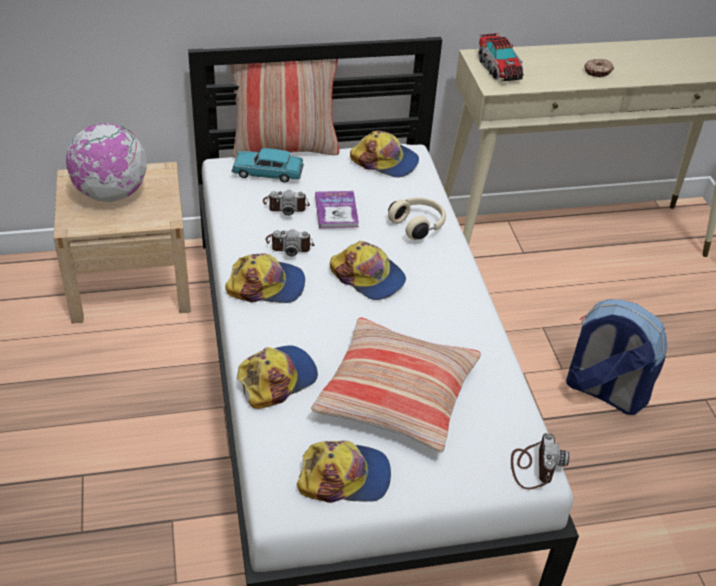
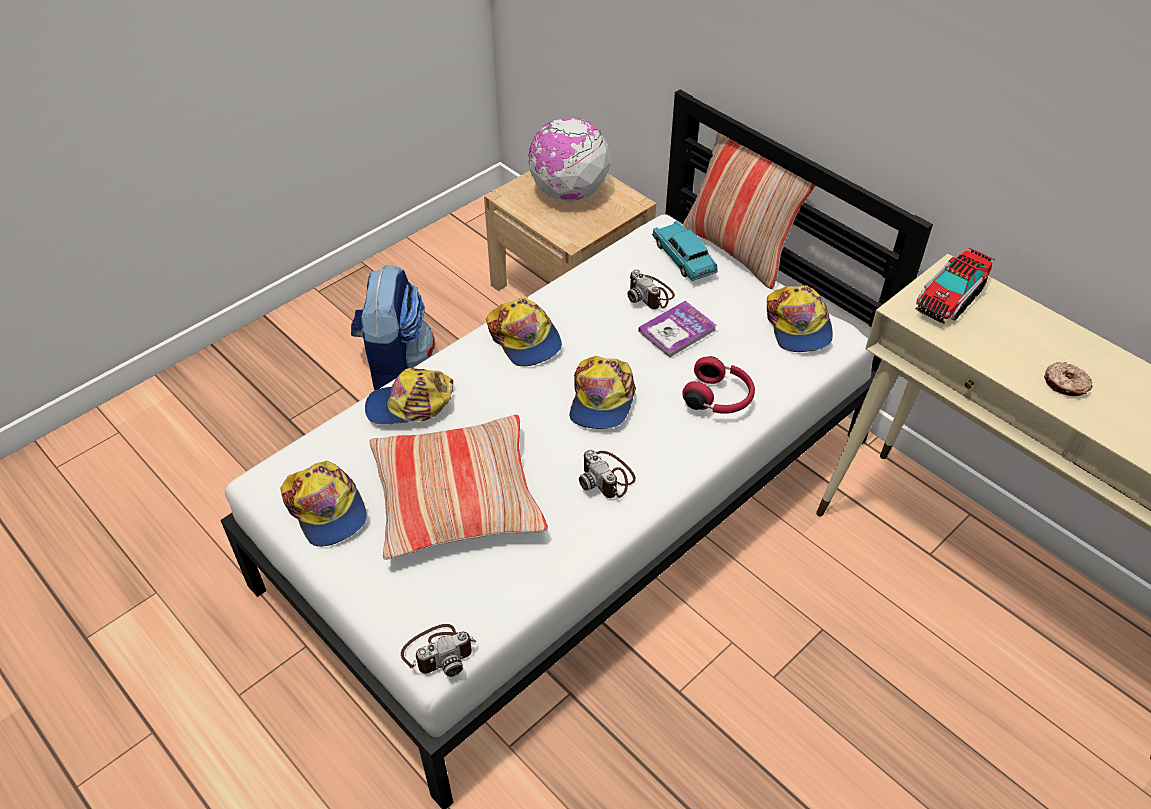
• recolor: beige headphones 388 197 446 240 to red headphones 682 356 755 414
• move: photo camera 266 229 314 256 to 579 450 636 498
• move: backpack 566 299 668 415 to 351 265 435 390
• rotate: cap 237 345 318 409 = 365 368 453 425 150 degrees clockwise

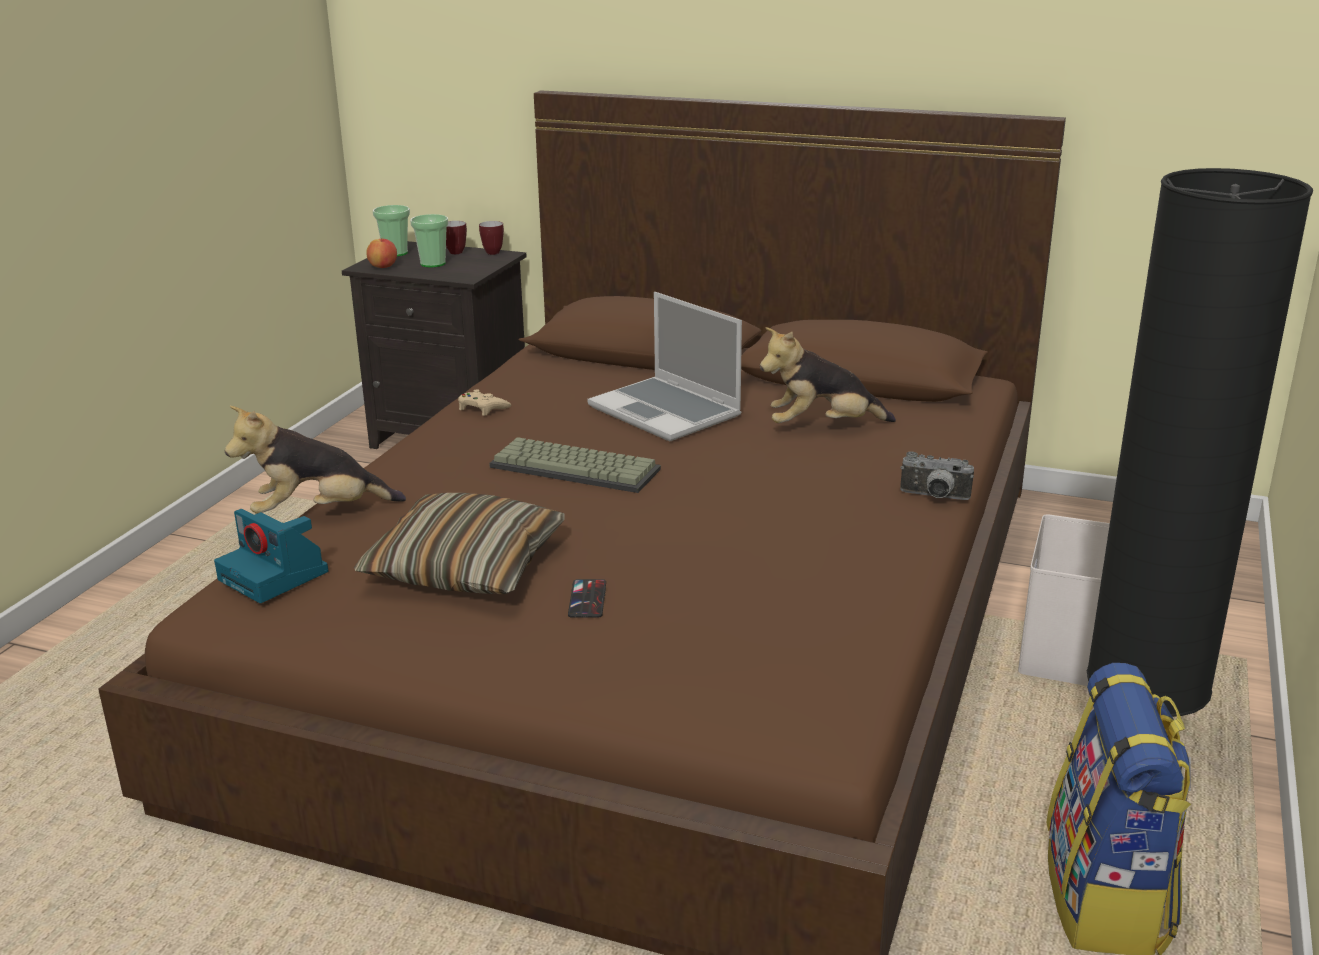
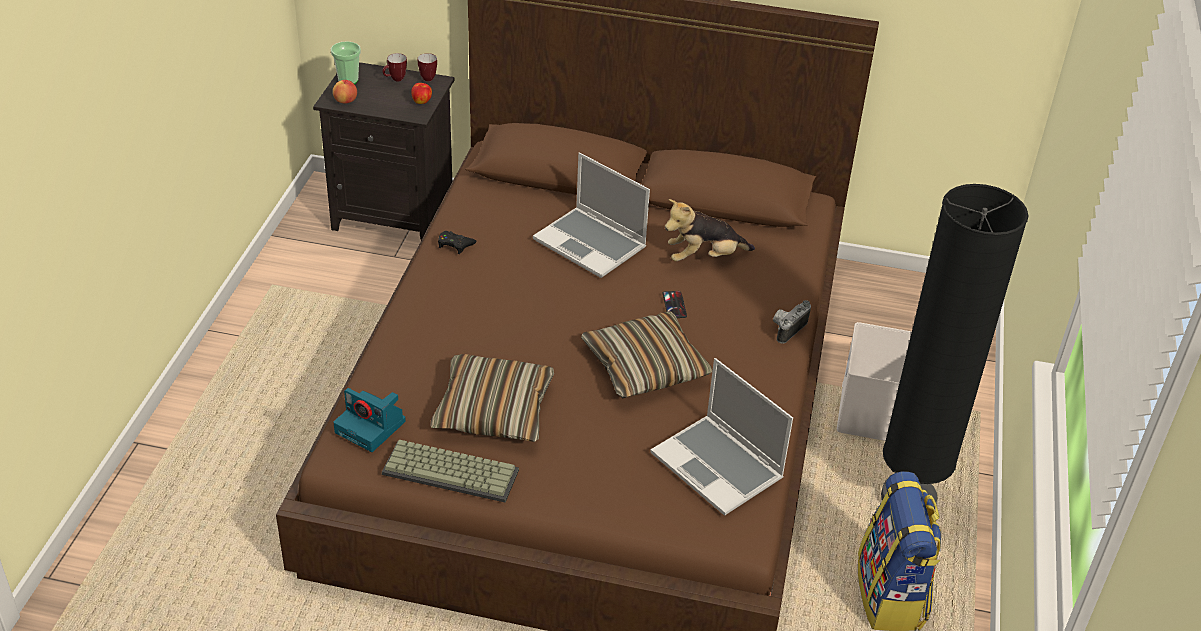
• delete: cup 410 214 448 267
• recolor: beige game controller 458 390 511 416 to black game controller 438 231 477 254
• delete: plush toy 225 406 406 514
• move: keyboard 489 437 661 493 to 382 440 519 503
• rotate: photo camera 900 452 974 500 = 773 300 811 344 120 degrees clockwise
• move: phone 568 579 606 618 to 663 291 687 318
• insert: apple 411 83 432 104
• insert: pillow 581 311 713 398
• insert: laptop 650 358 793 516

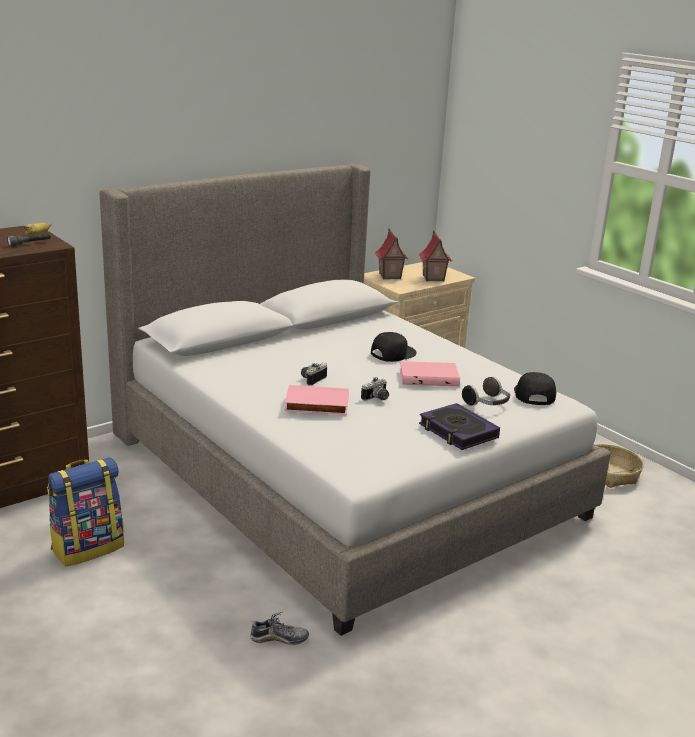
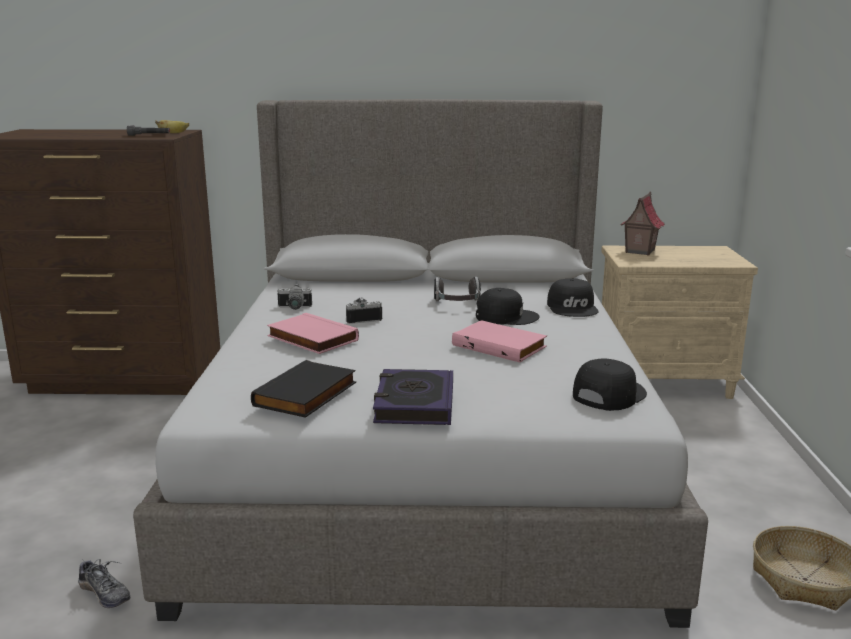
• delete: toy house 419 231 452 282
• move: photo camera 361 377 389 401 to 277 284 312 310
• move: headphones 462 377 510 406 to 434 277 481 301
• delete: backpack 47 457 124 566
• insert: black cap 547 279 599 317
• insert: black book 251 360 356 418

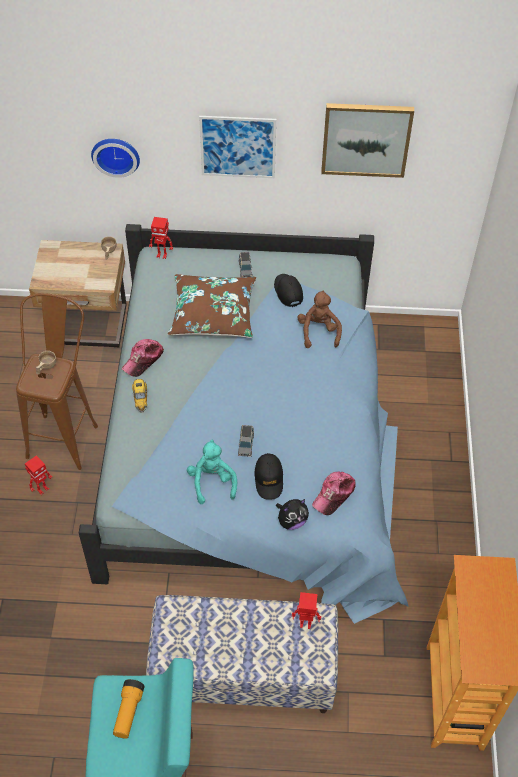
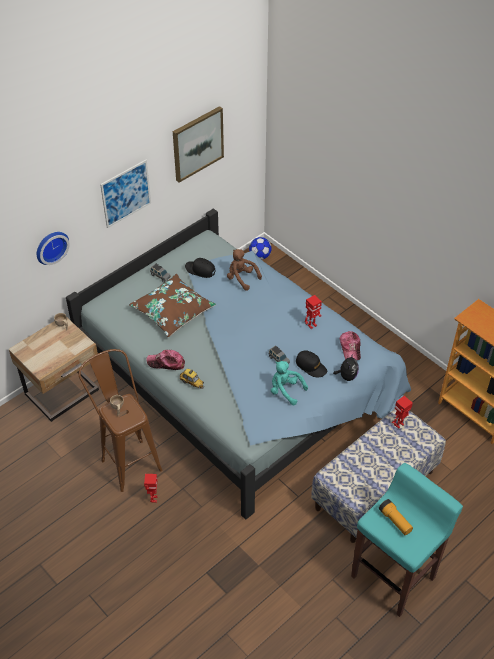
• move: toy robot 149 217 173 259 to 305 295 322 329
• rotate: cap 122 339 164 377 = 146 350 185 370 105 degrees clockwise
• insert: football 249 237 272 260

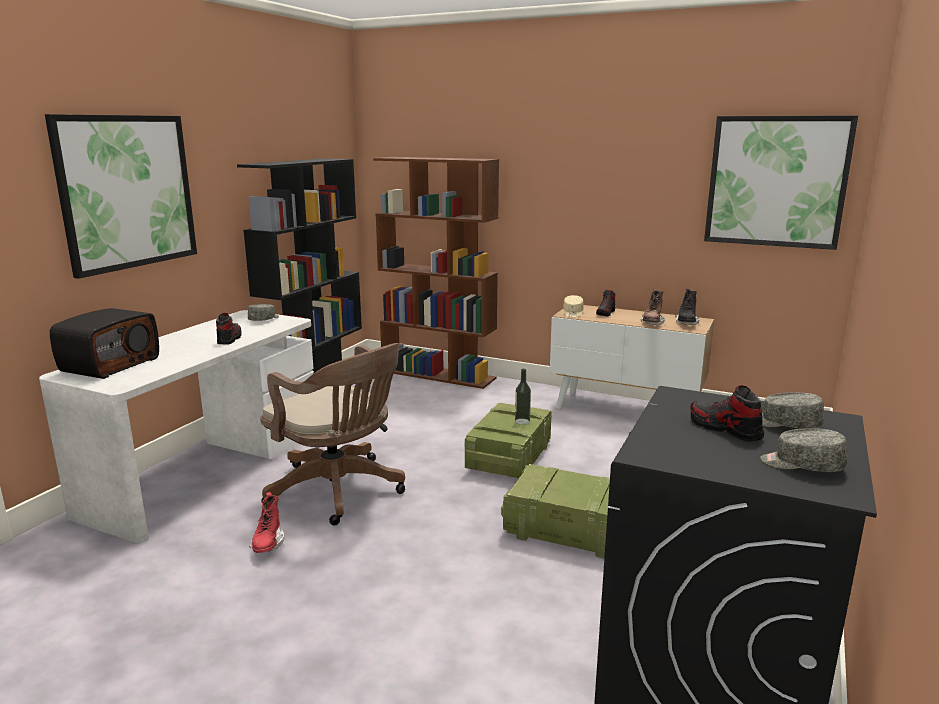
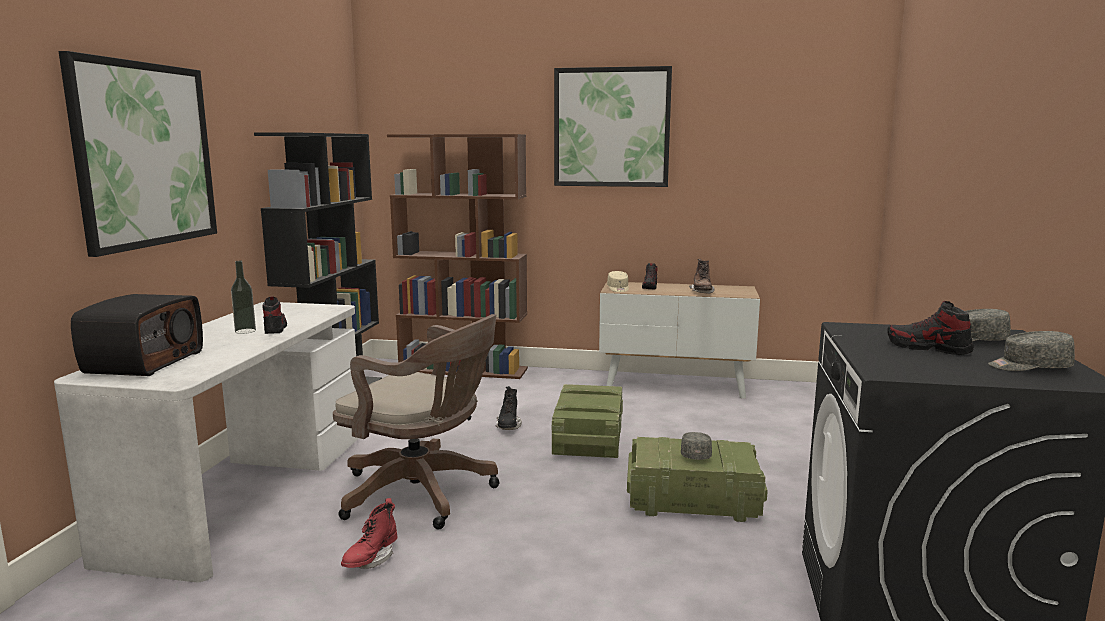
• move: picture 704 115 858 250 to 554 66 672 187
• move: black boot 675 289 700 325 to 495 386 522 430
• move: grey cap 248 304 279 321 to 681 432 712 460
• move: bottle 515 369 531 425 to 231 261 256 334
• rotate: red boot 249 492 284 553 = 341 498 397 569 45 degrees clockwise

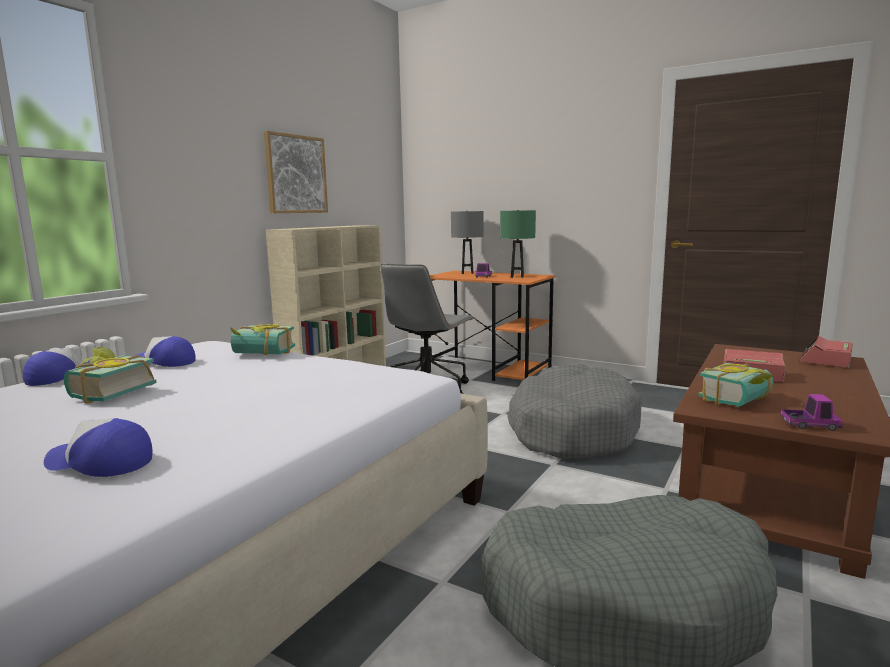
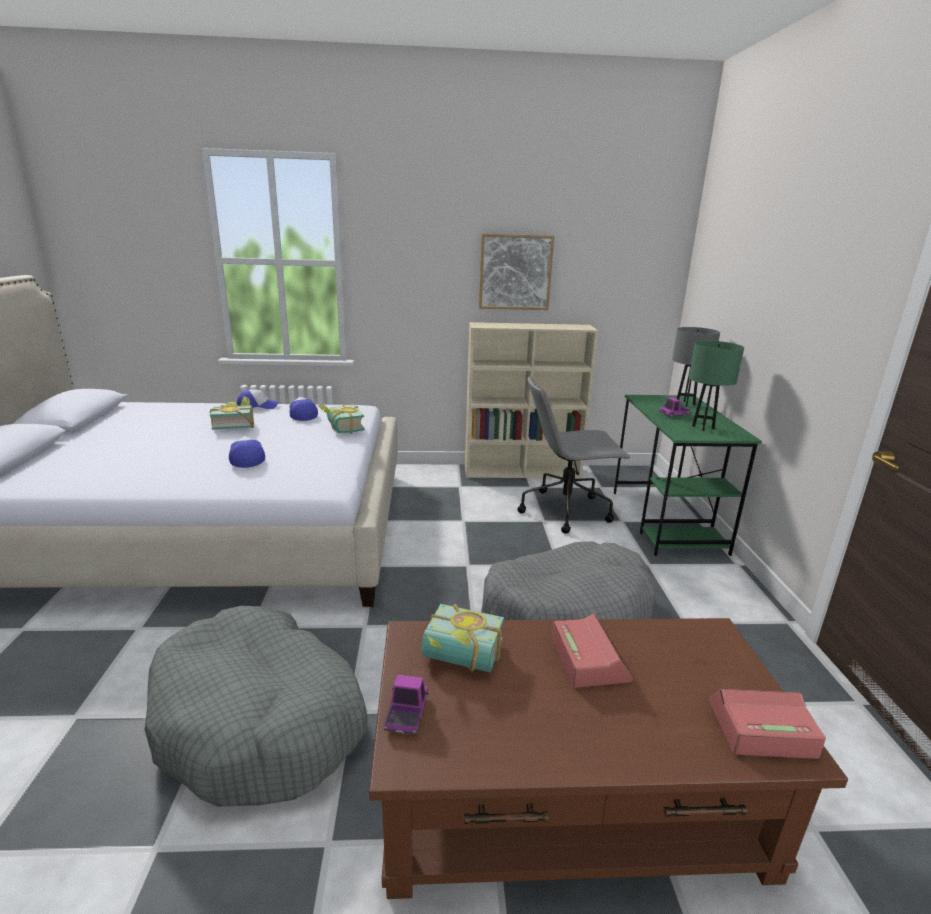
• recolor: orange desk 430 271 556 381 to green desk 614 395 762 556
• rotate: toy truck 781 394 843 431 = 384 674 428 735 150 degrees counterclockwise
• move: cap 44 418 152 477 to 229 436 265 468

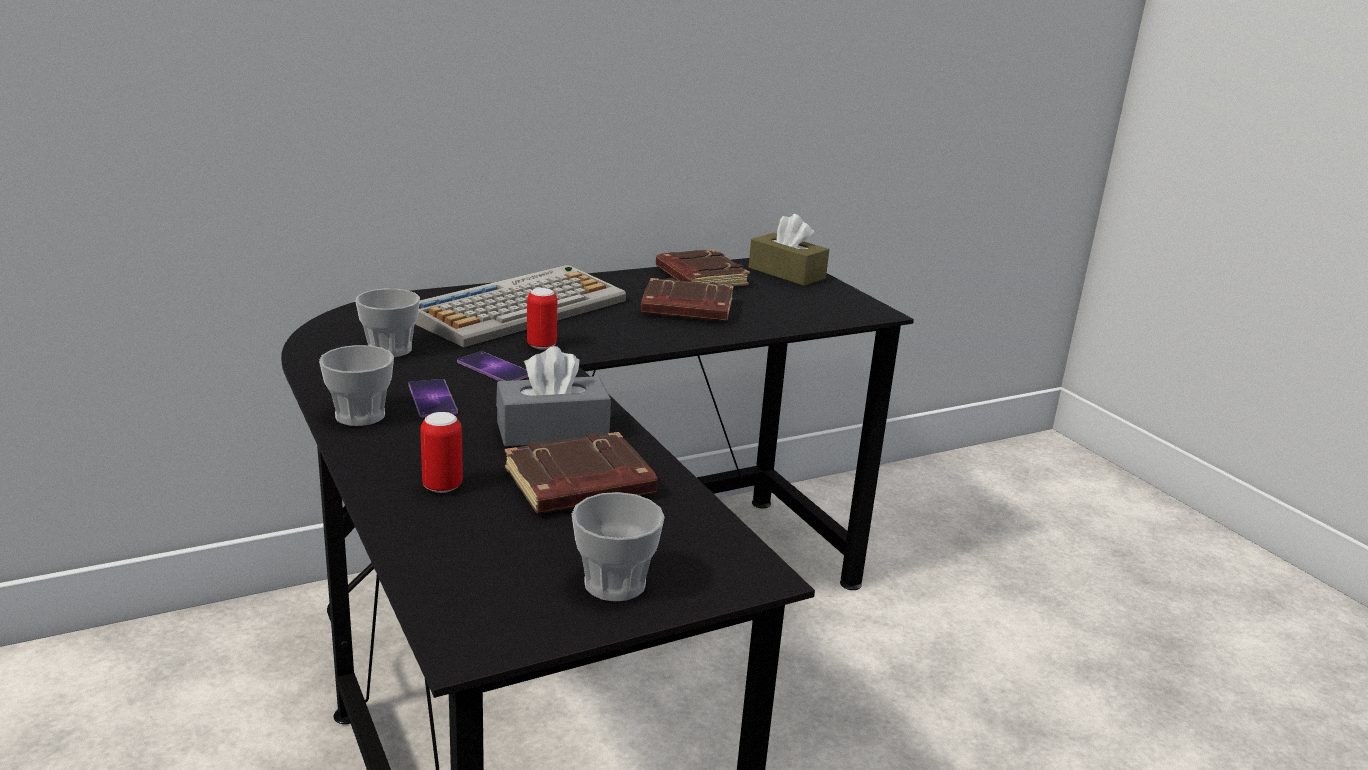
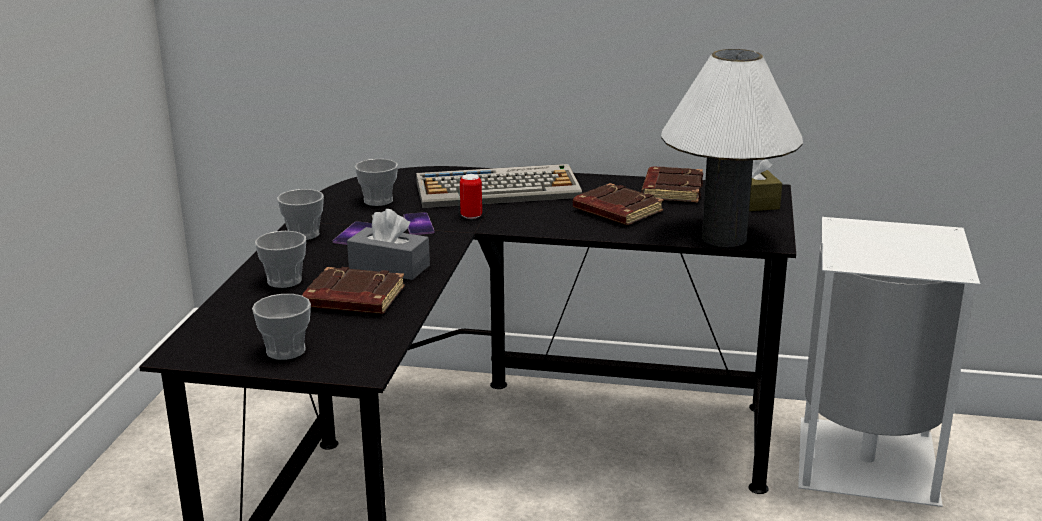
• replace: can 420 412 463 493 to cup 255 231 306 288
• insert: white table lamp 661 49 803 247
• insert: white trash can 798 217 980 507

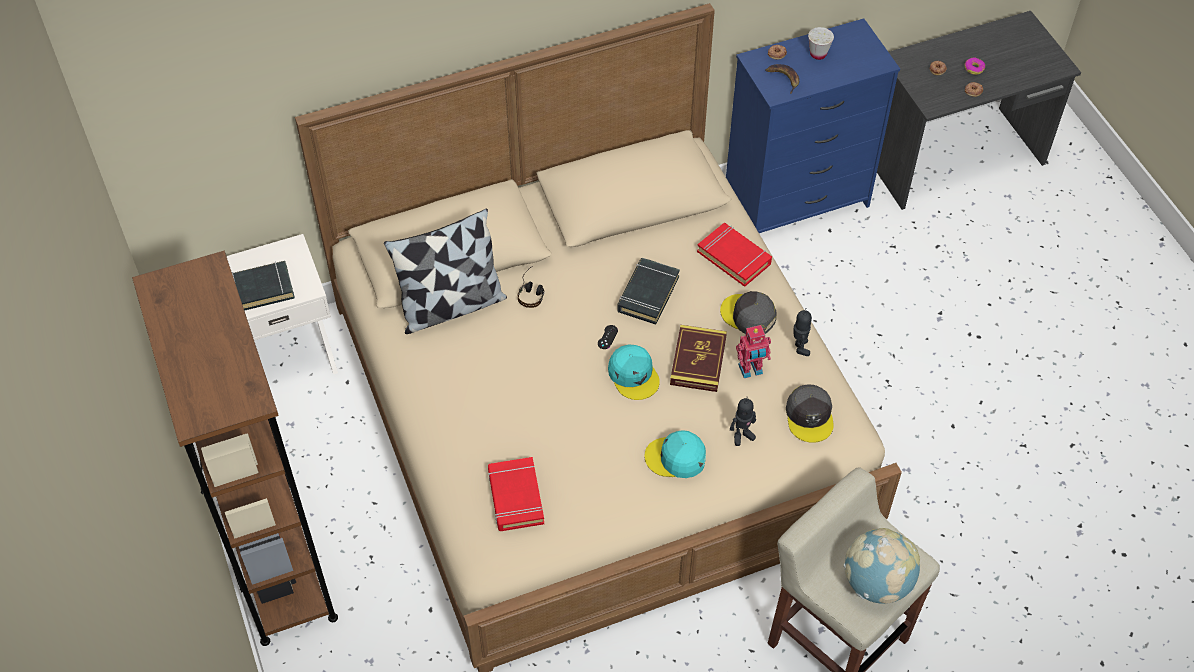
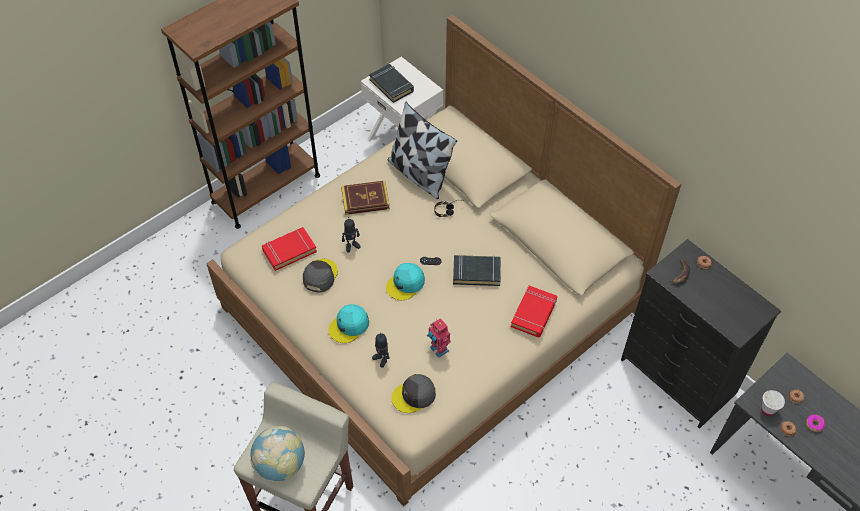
• recolor: blue dresser 726 18 900 233 to black dresser 621 239 781 429
• move: white cup 808 27 834 60 to 761 390 785 416
• move: grey cap 720 291 777 334 to 303 258 338 293
• move: toy robot 794 308 812 356 to 342 217 361 252
• move: book 670 325 727 392 to 341 181 390 215
• rotate: turquoise cap 644 430 706 478 = 329 304 369 343 120 degrees counterclockwise

